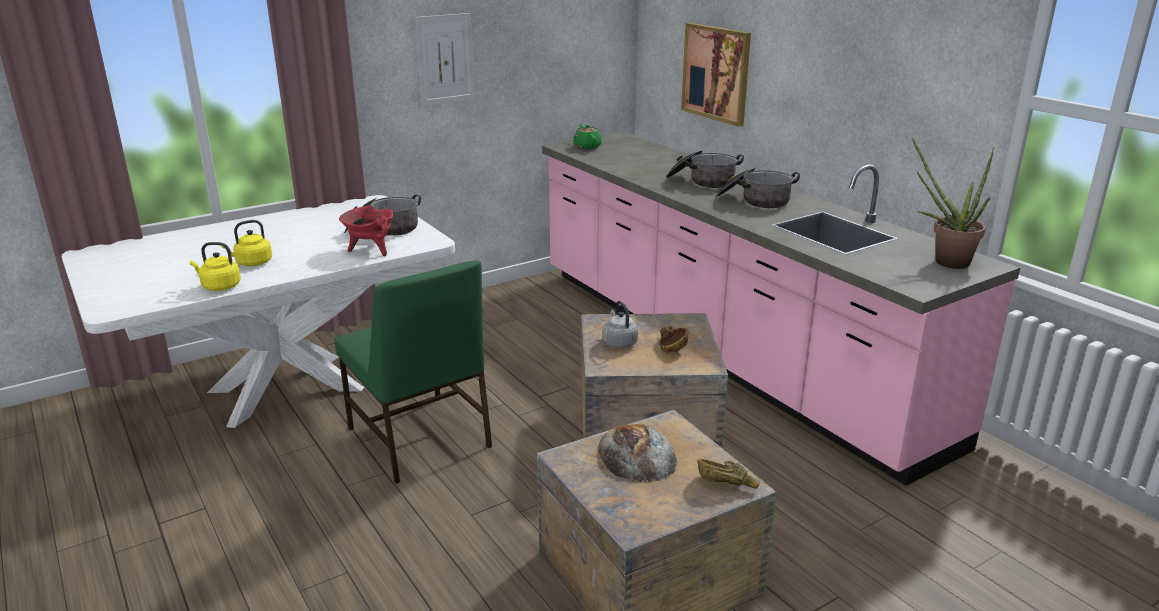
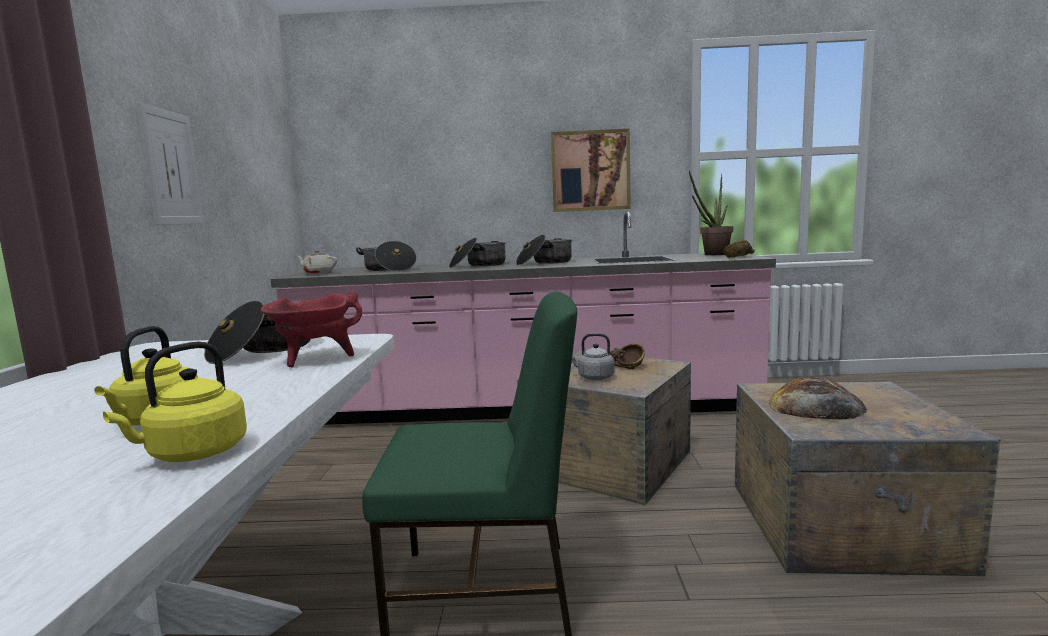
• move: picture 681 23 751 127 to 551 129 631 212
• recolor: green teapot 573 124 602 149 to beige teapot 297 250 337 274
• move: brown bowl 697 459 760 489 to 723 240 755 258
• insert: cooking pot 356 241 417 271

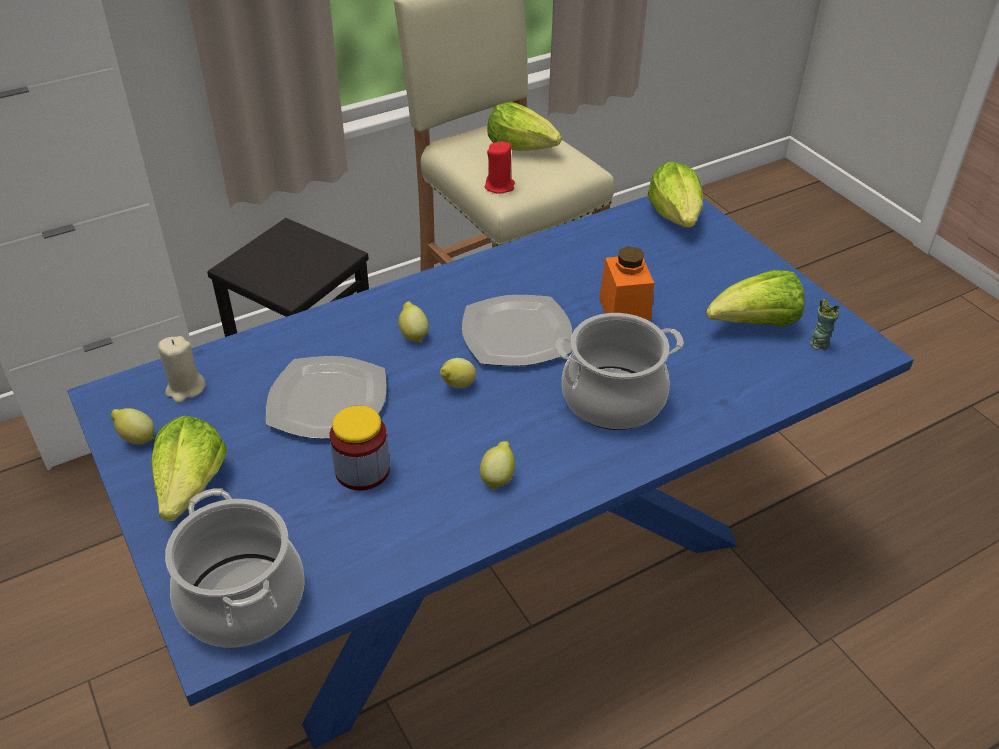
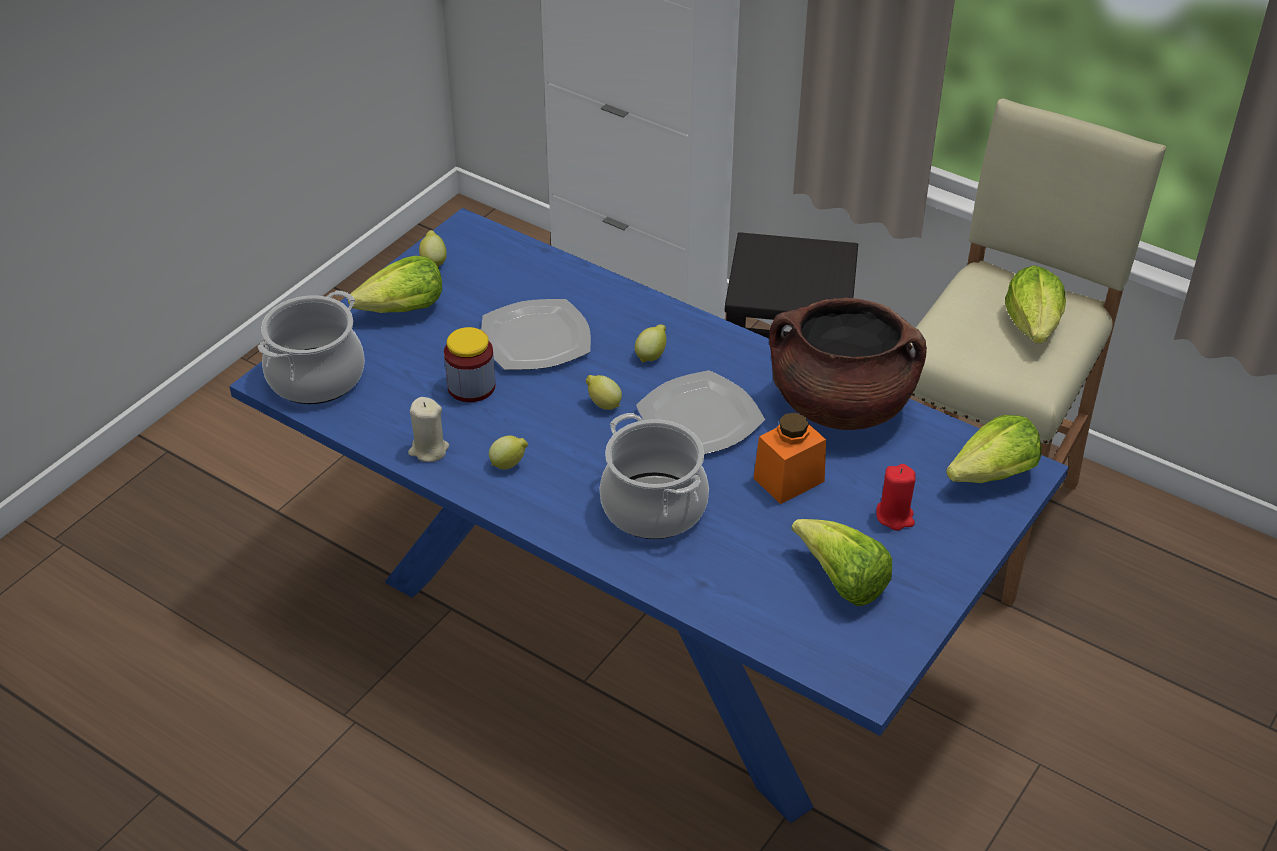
• move: red candle 485 141 515 193 to 876 464 916 531
• delete: cup 810 298 840 350
• move: beige candle 158 336 206 403 to 408 397 449 462
• insert: brown cooking pot 769 298 927 430

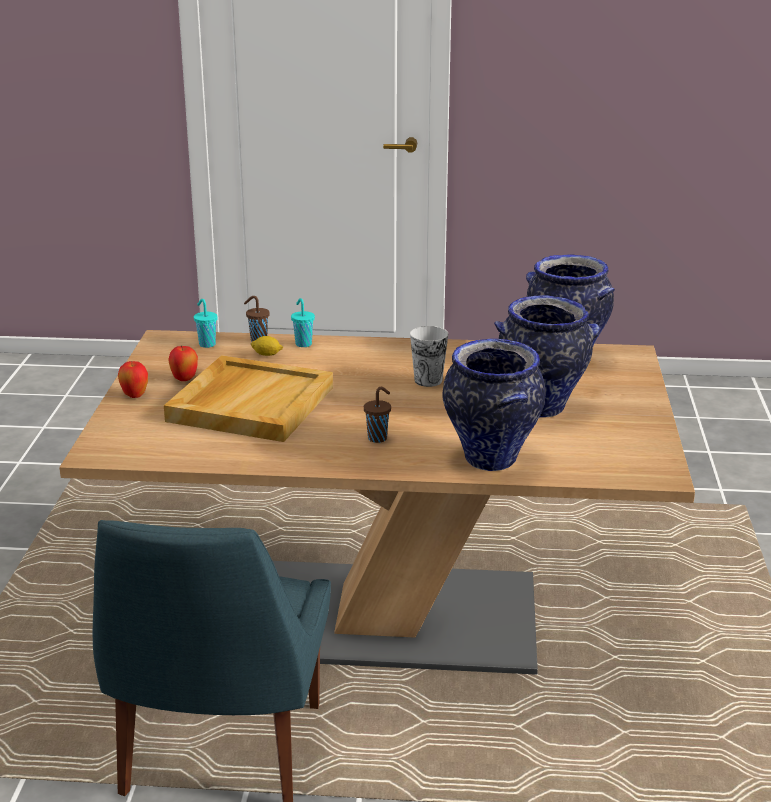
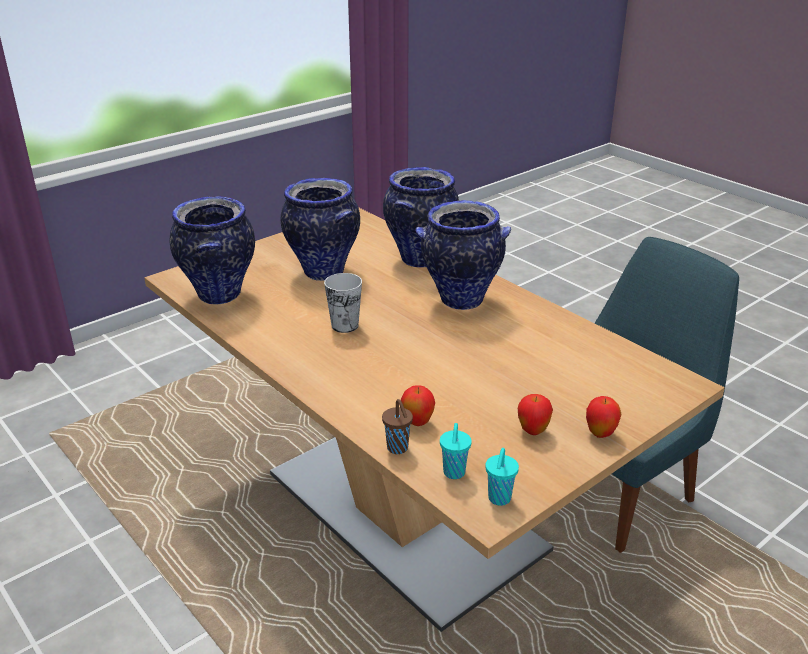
• move: turquoise cup 291 298 315 347 to 485 448 519 506
• replace: lemon 251 336 283 356 to apple 401 385 435 426
• delete: beige tray 164 355 333 442
• replace: brown cup 364 387 391 443 to vase 415 200 511 310

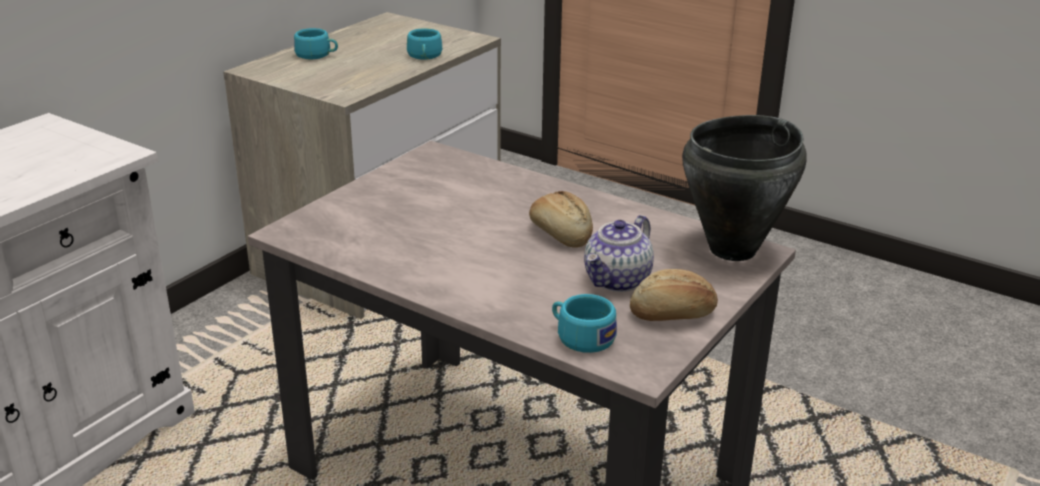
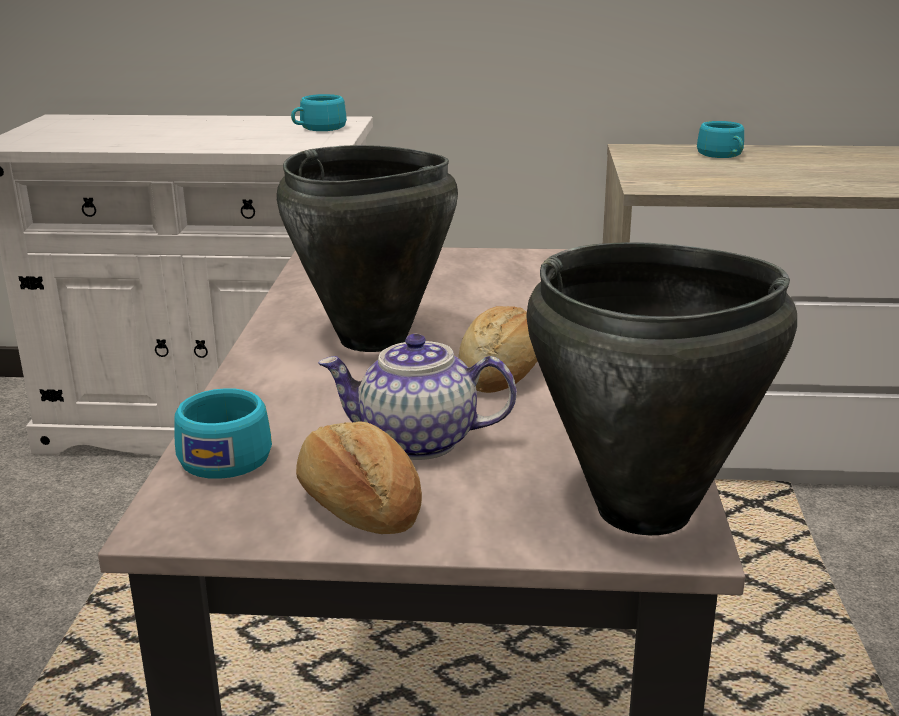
• move: turquoise cup 407 28 442 60 to 291 94 347 131
• insert: black cooking pot 277 145 458 352

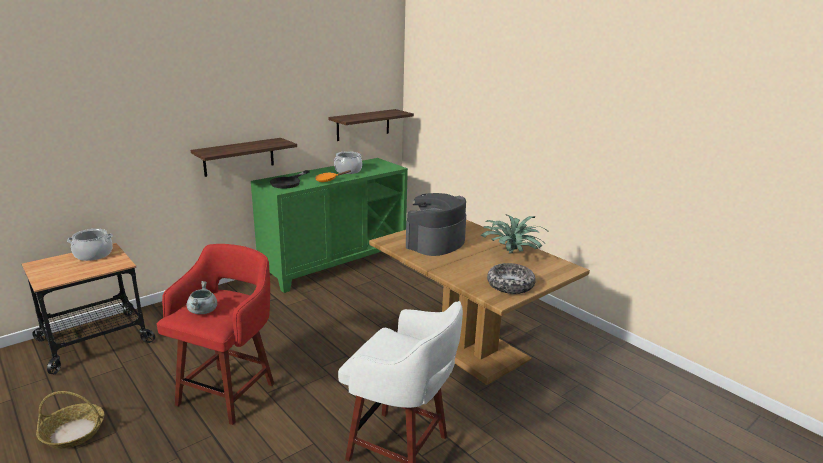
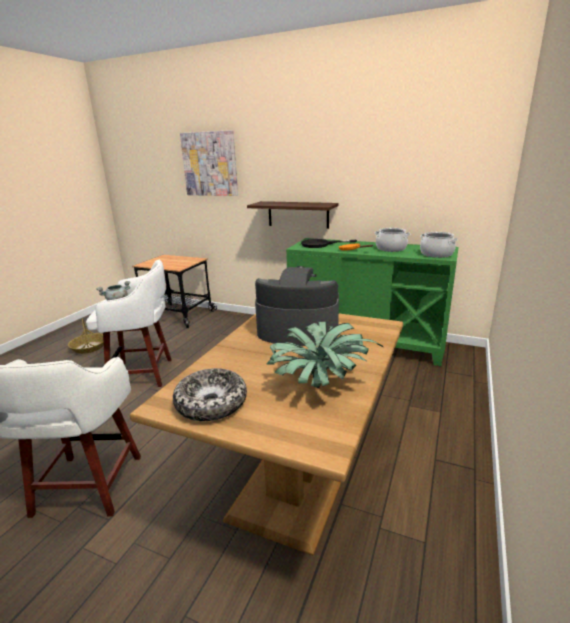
• delete: shelf 328 109 414 141
• move: cooking pot 67 229 113 261 to 420 232 458 258
• recolor: red stool 157 244 274 425 to white stool 86 260 172 387
• insert: picture 180 130 238 196

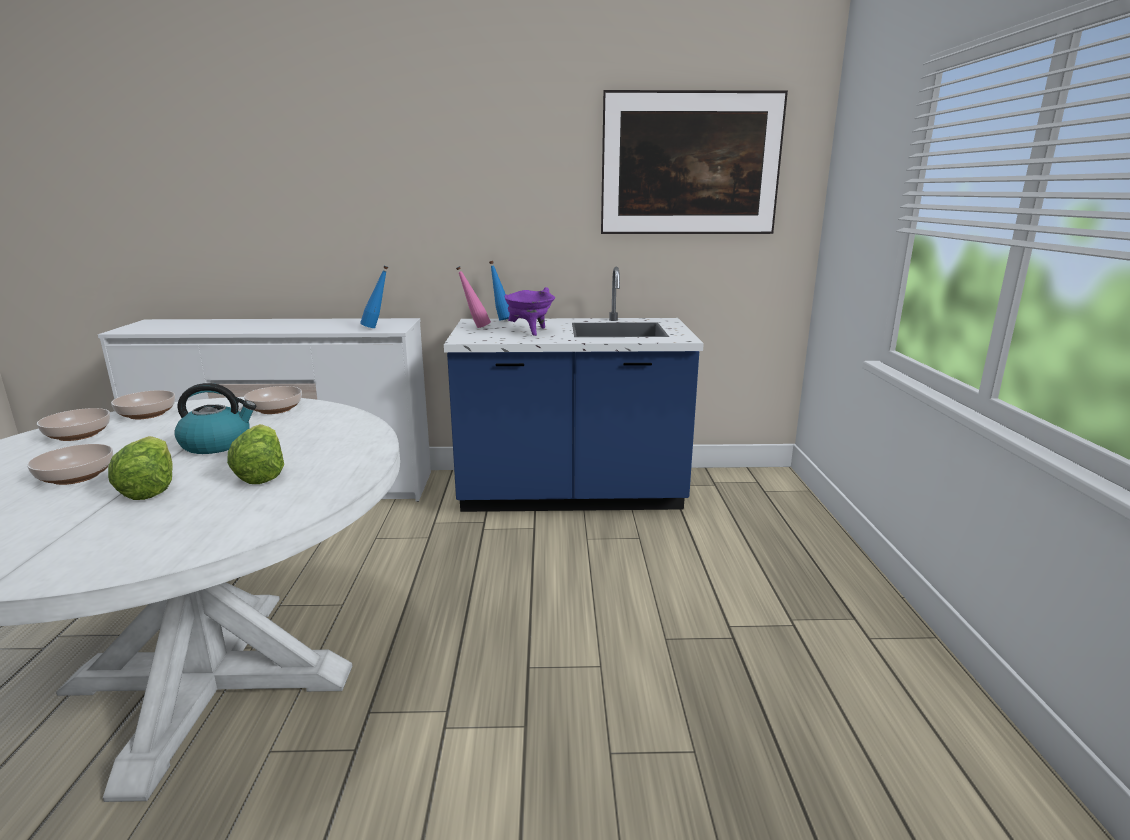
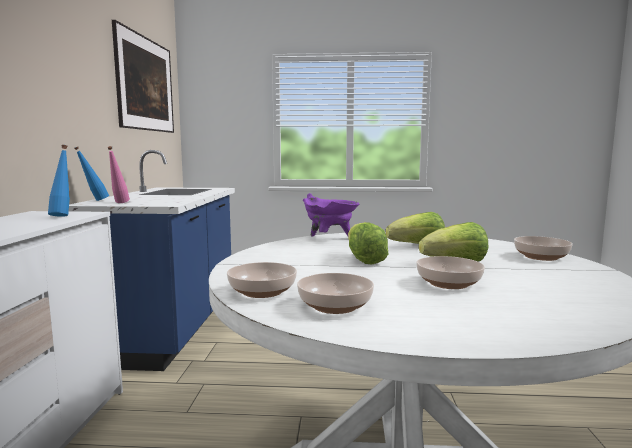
• move: purple cooking pot 504 287 555 336 to 303 193 360 236
• replace: kettle 174 383 256 454 to lettuce 348 222 389 264
• move: bowl 244 386 302 414 to 514 236 573 261

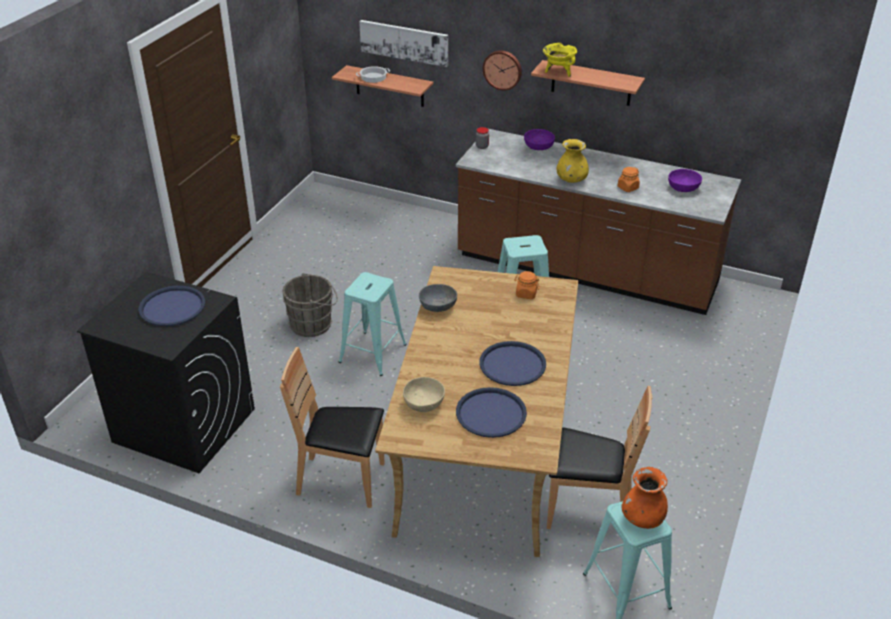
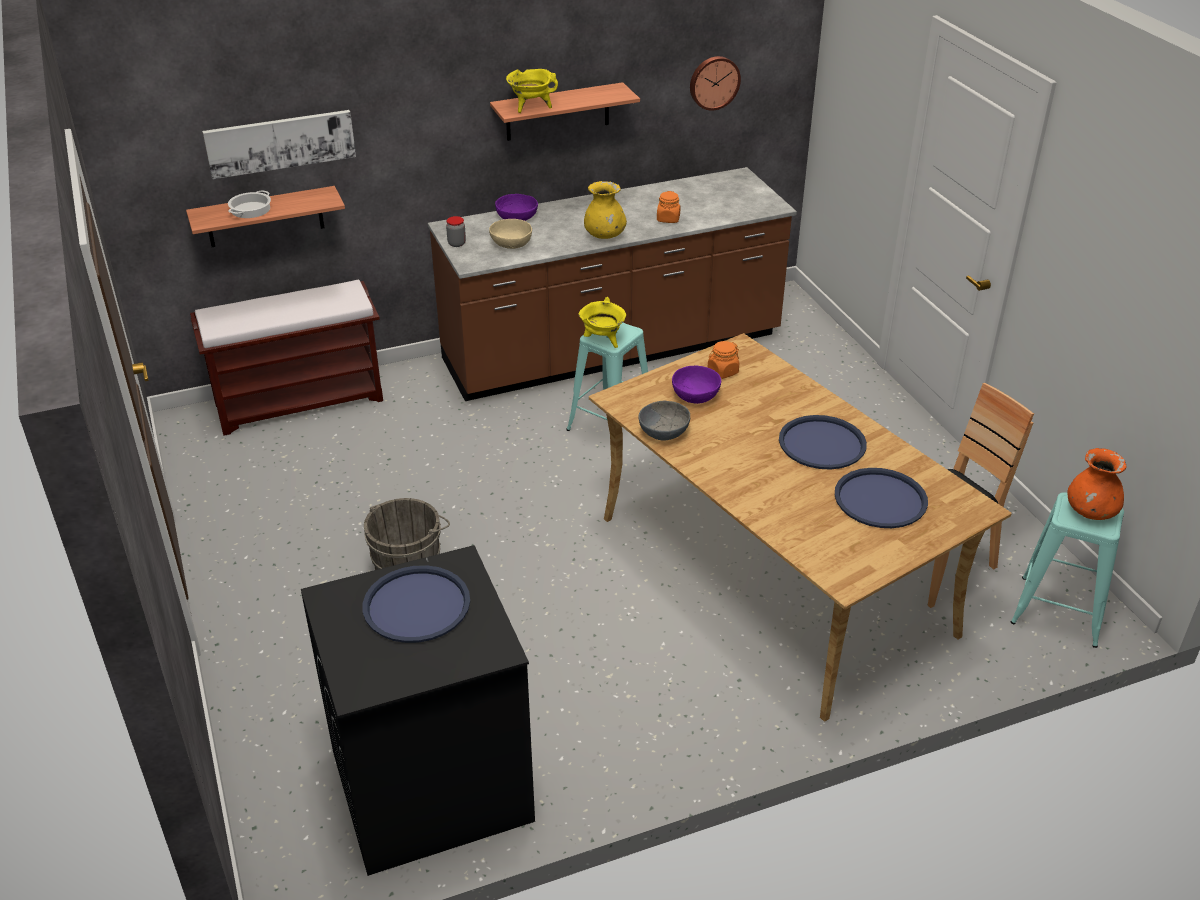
• move: wall clock 483 50 522 91 to 690 56 741 111
• move: purple bowl 668 169 702 192 to 672 366 721 404
• delete: turquoise stool 339 272 407 376
• delete: brown chair 280 347 385 508
• move: beige bowl 403 377 445 412 to 489 219 532 249
• insert: brown bench 190 280 383 436
• insert: yellow cooking pot 579 297 626 348

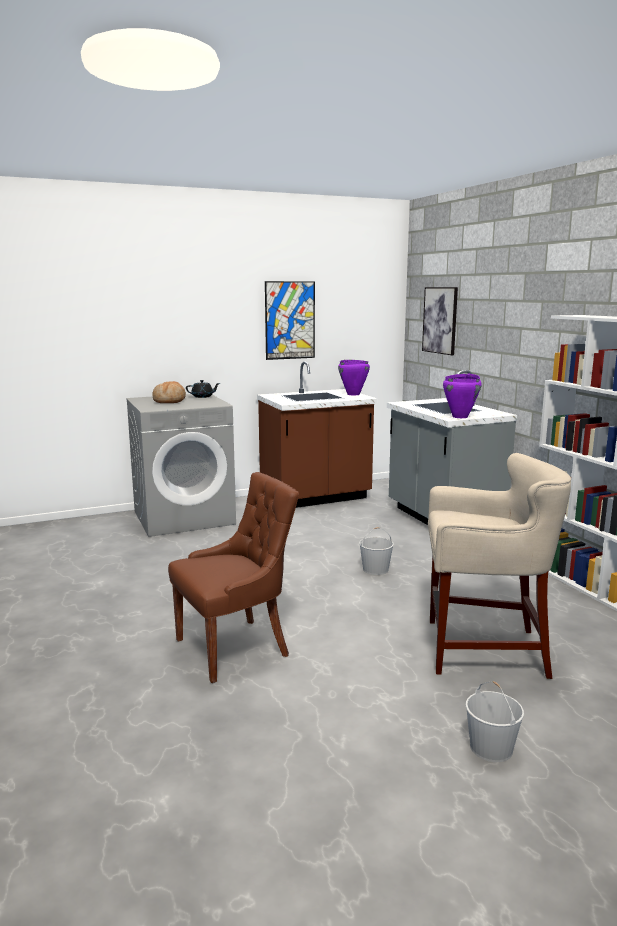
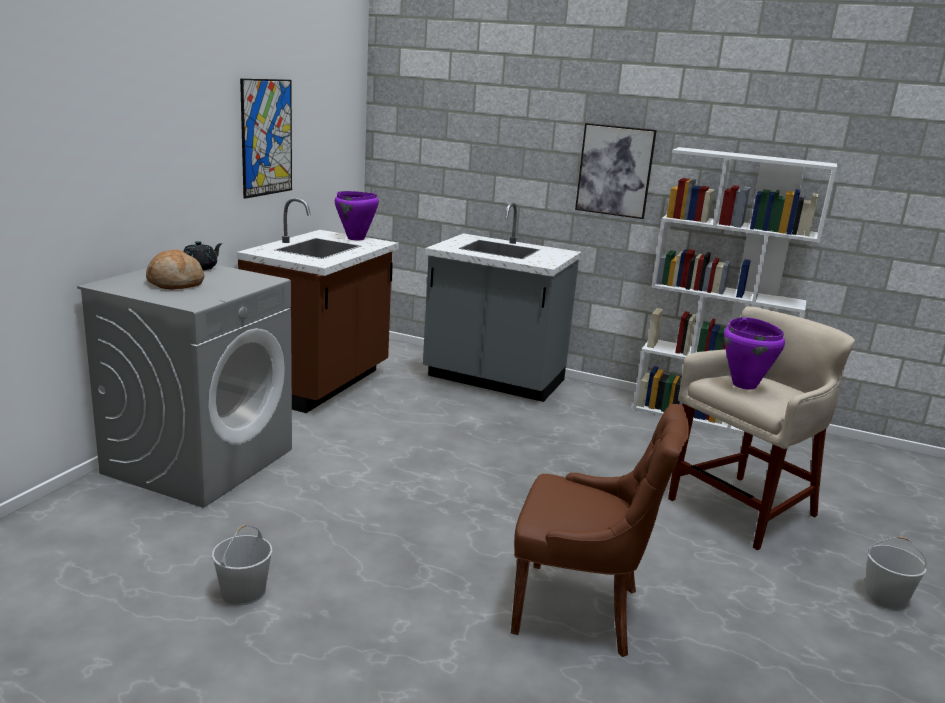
• move: picture 422 287 458 355 to 575 123 657 219
• move: purple cooking pot 443 374 482 418 to 724 317 785 390
• rotate: brown chair 168 472 299 683 = 511 404 689 657 90 degrees clockwise
• move: white bucket 359 527 394 575 to 212 525 272 606

